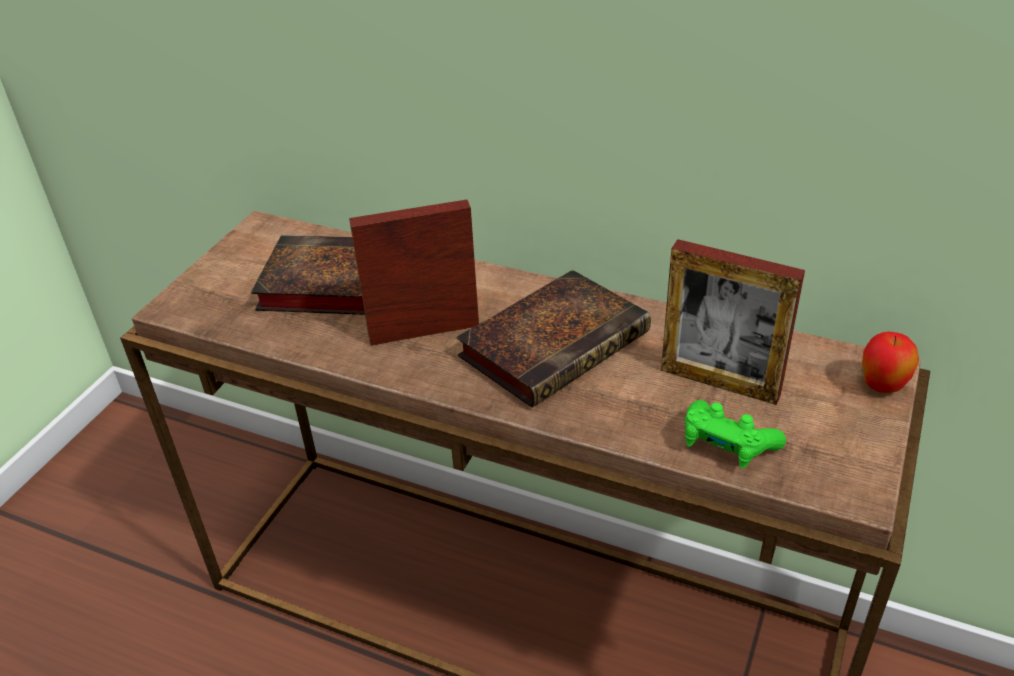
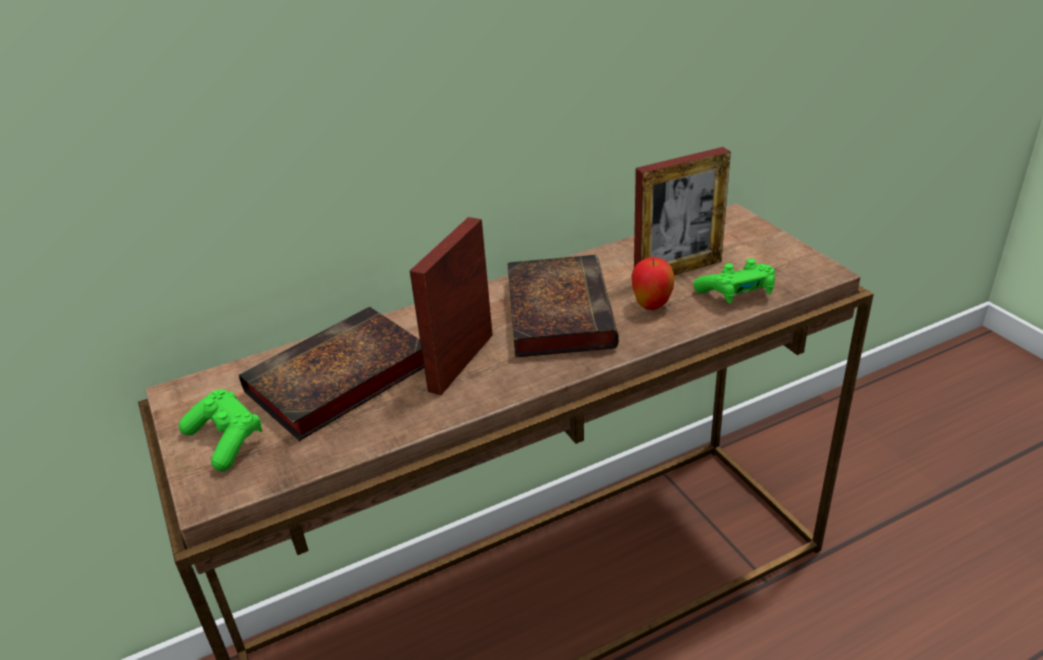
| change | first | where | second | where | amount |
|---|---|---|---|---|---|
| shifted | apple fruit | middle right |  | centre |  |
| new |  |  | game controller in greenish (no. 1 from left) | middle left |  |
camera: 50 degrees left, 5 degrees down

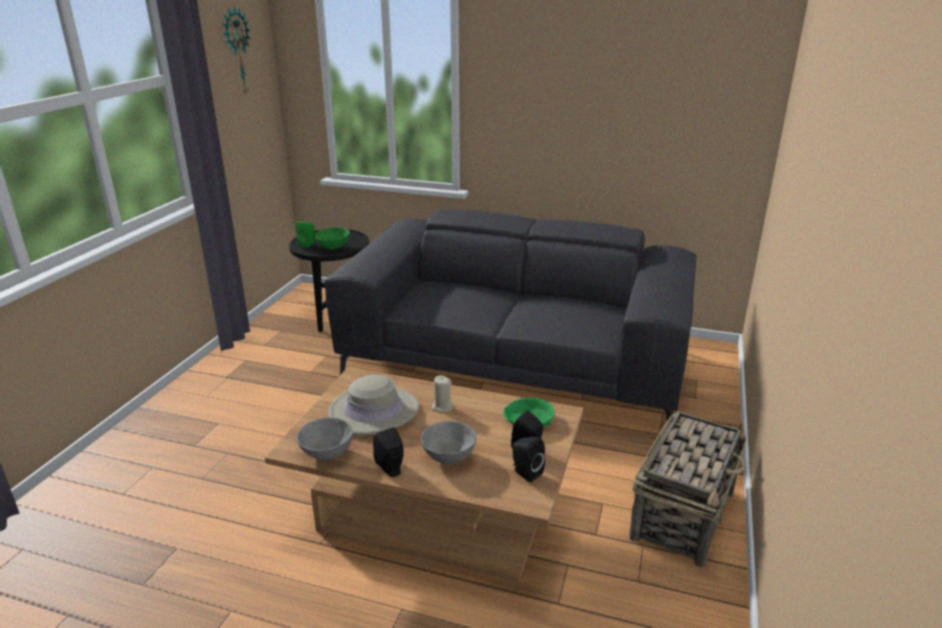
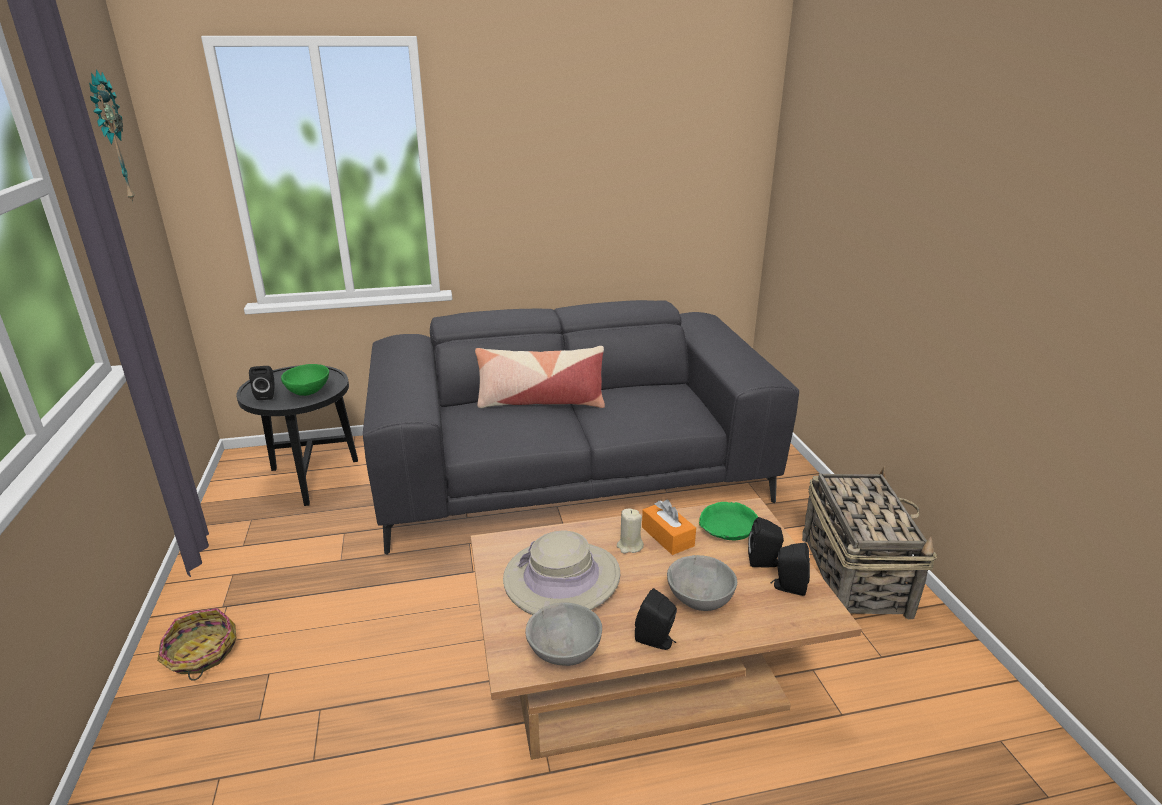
| change | first | where | second | where | amount |
|---|---|---|---|---|---|
| repainted | speaker in greenish | middle left | speaker in black-coloured (no. 1 from left) | middle left |  |
| new |  |  | cushion | centre |  |
| new |  |  | tissue holder in orangey | centre |  |
| new |  |  | basket (no. 1 from left) | bottom left |  |
camera: 30 degrees left, 0 degrees up

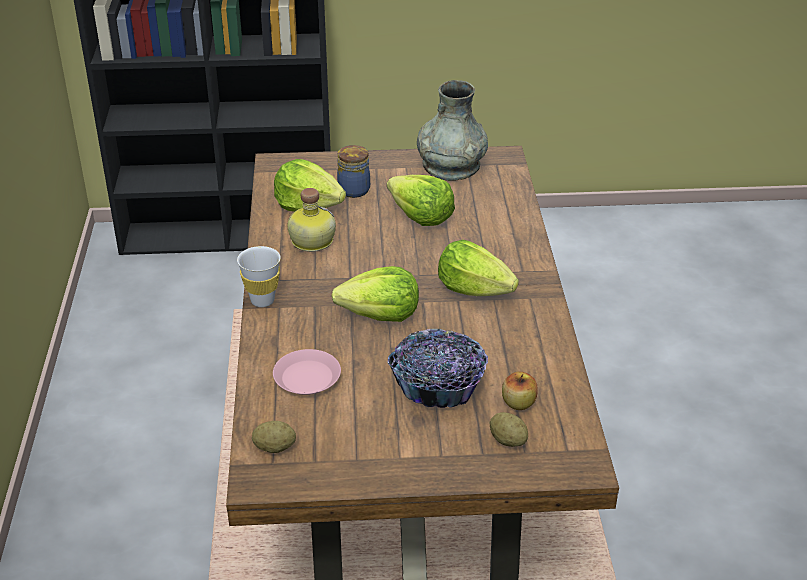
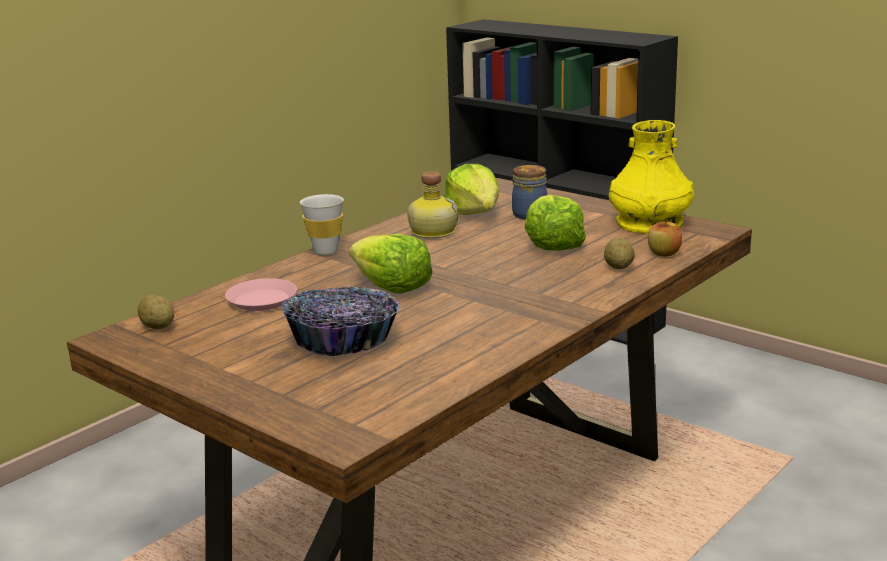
| change | first | where | second | where | amount |
|---|---|---|---|---|---|
| repainted | decorative vase in greyish | top centre | decorative vase in yellow | top right |  |
| gone | head of lettuce (no. 4 from left) | centre |  |  |  |
| shifted | apple fruit | bottom centre |  | middle right |  |
| shifted | whole potato (no. 2 from left) | bottom centre |  | middle right |  |
camera: 45 degrees right, 15 degrees down

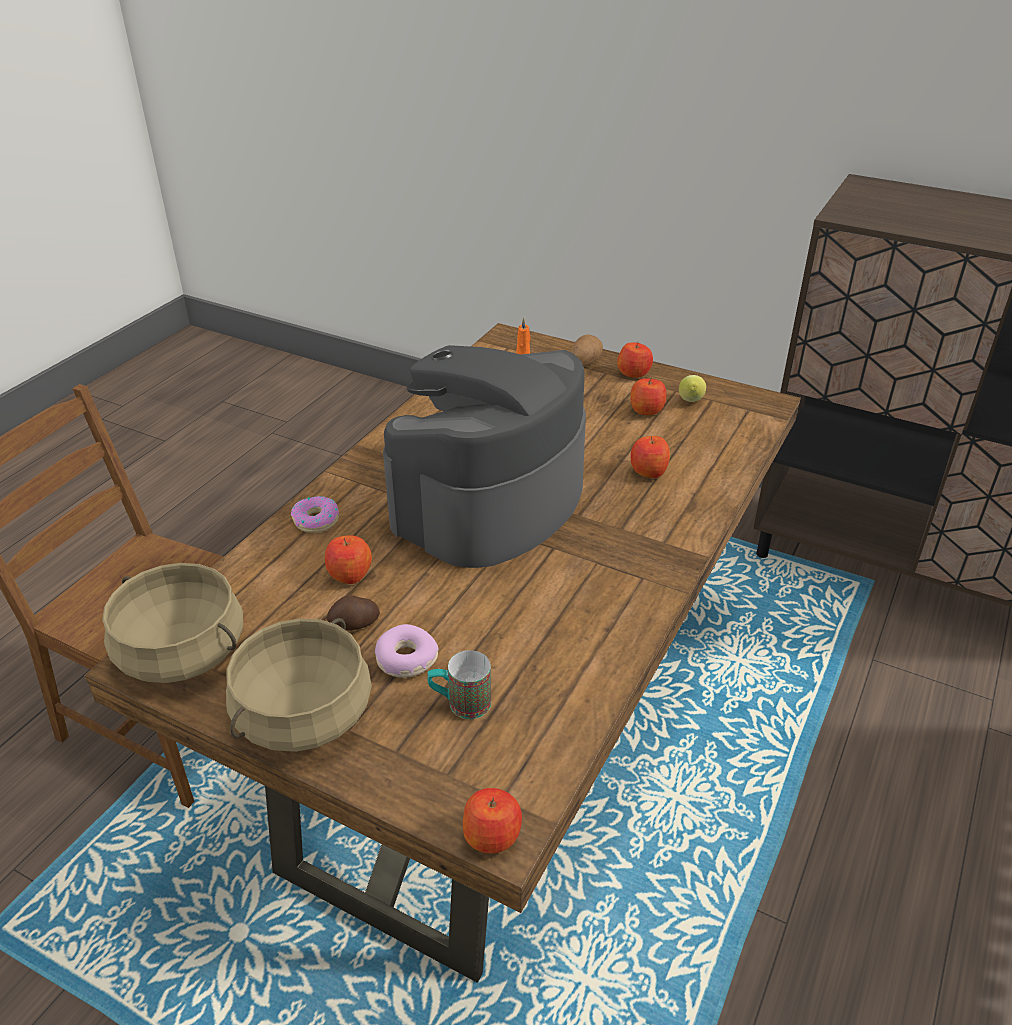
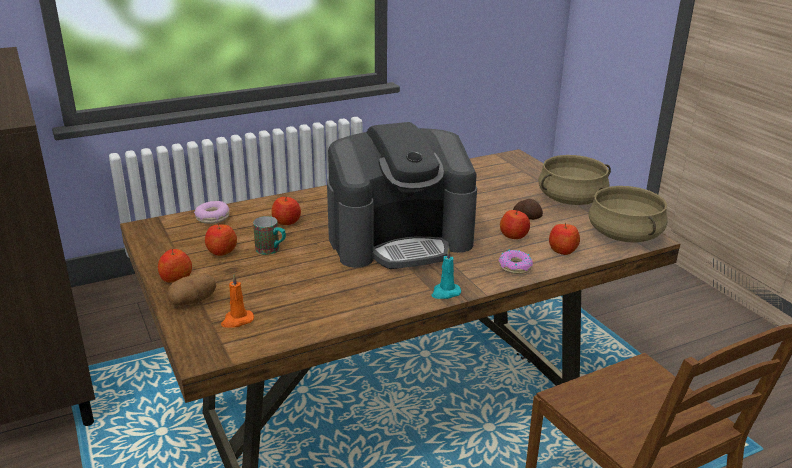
| change | first | where | second | where | amount |
|---|---|---|---|---|---|
| gone | lemon | middle right |  |  |  |
| shifted | donut (no. 2 from left in the first image) | centre | donut (no. 1 from left) | middle left |  |
| shifted | coffee mug | bottom centre |  | centre |  |
| shifted | apple fruit (no. 2 from left in the first image) | bottom centre | apple fruit (no. 5 from left) | middle right |  |
| new |  |  | wax light in turquoise-coloured | centre |  |
camera: 145 degrees left, 10 degrees down

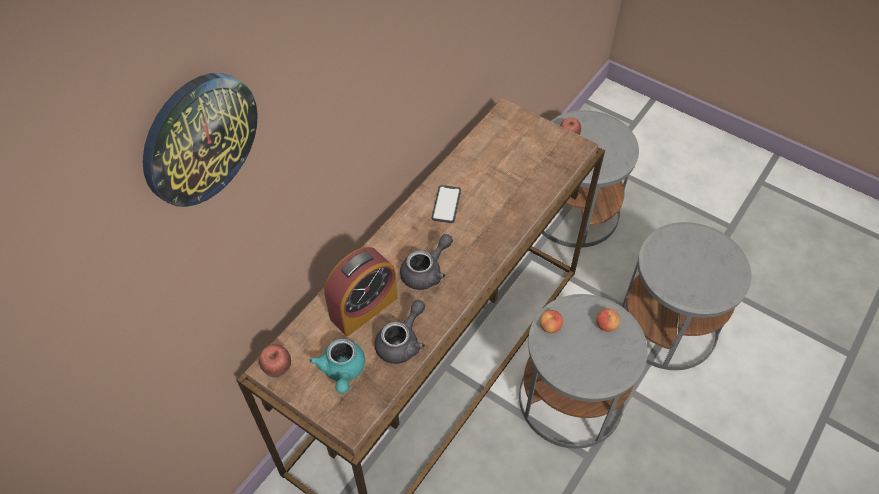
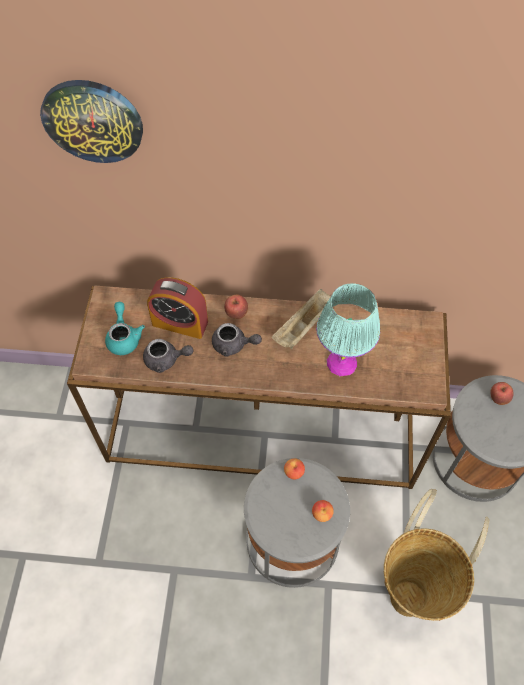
| change | first | where | second | where | amount |
|---|---|---|---|---|---|
| swapped | telephone | centre | carrying tray in beige | centre |  |
| swapped | accent table in greyish (no. 3 from left) | middle right | basket | bottom right |  |
| rotated | tea pot in turquoise-coloured | bottom centre |  | middle left | 120 degrees clockwise |
| shifted | apple fruit (no. 1 from left) | bottom left |  | centre |  |
| new |  |  | tabletop lamp in turquoise-coloured | centre |  |
camera: 60 degrees right, 5 degrees up

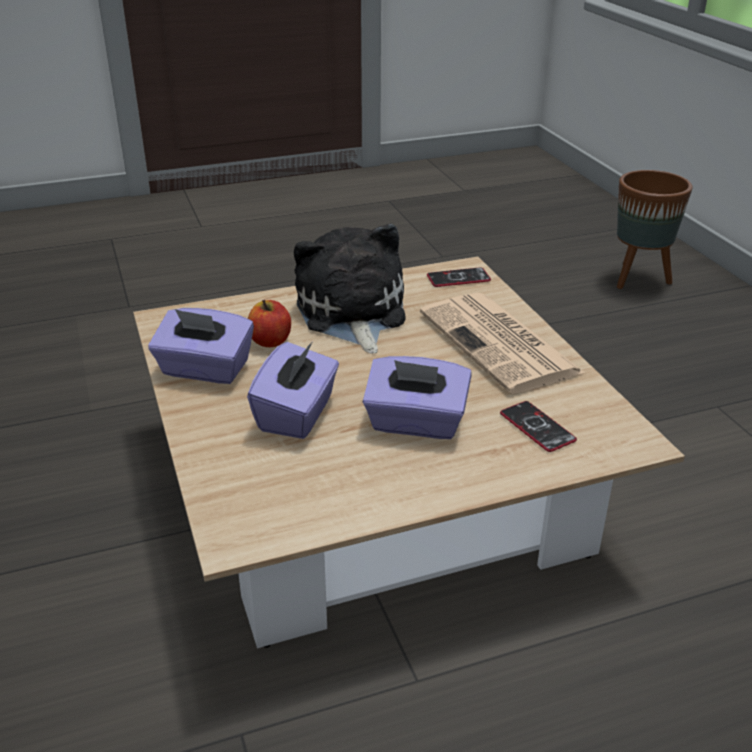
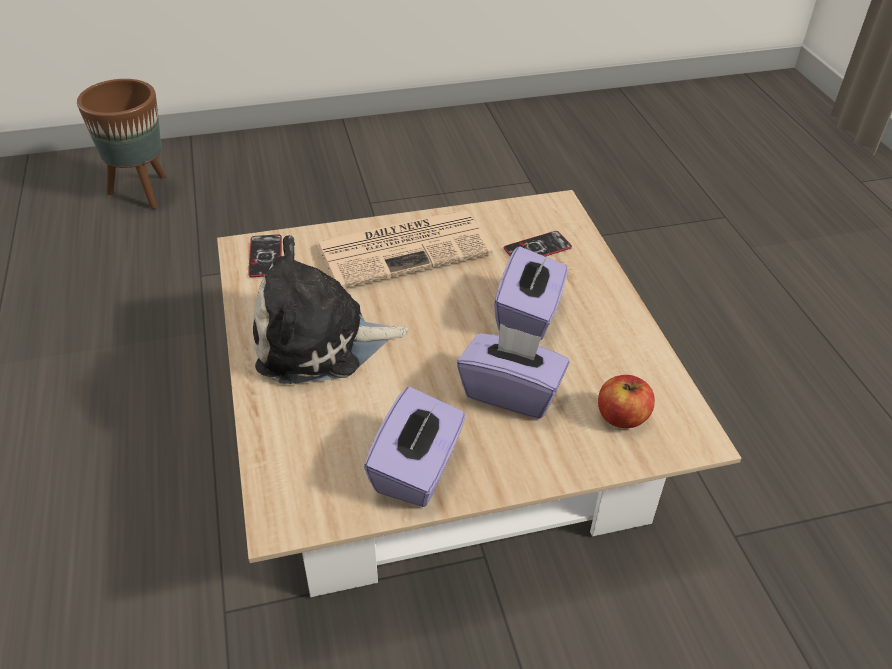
| change | first | where | second | where | amount |
|---|---|---|---|---|---|
| shifted | apple fruit | centre |  | middle right |  |
camera: 85 degrees left, 10 degrees up

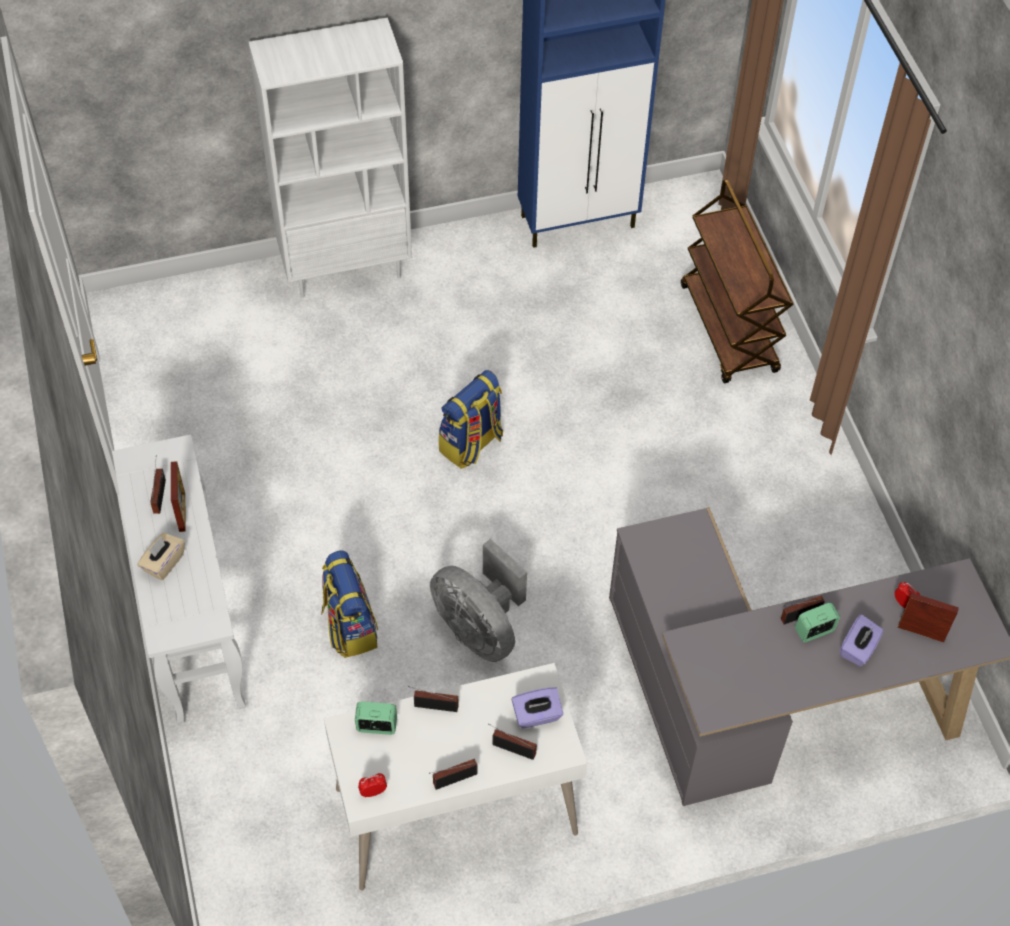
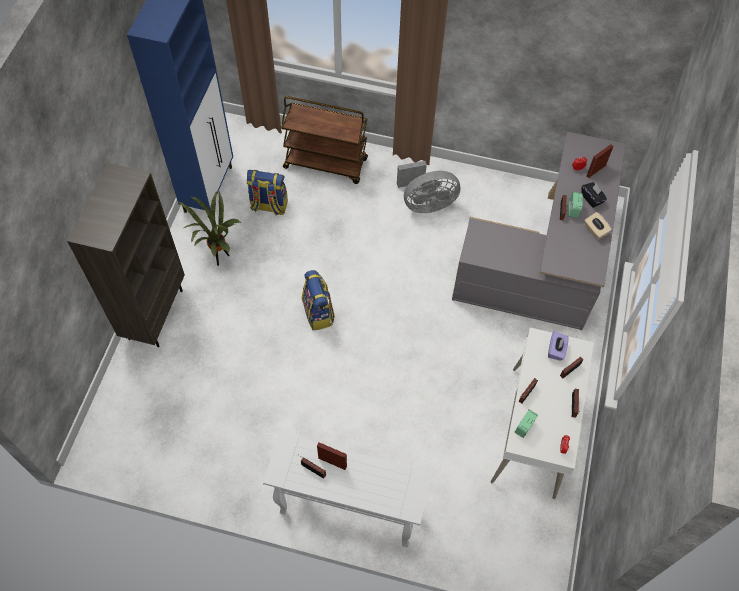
| change | first | where | second | where | amount |
|---|---|---|---|---|---|
| repainted | bookcase in white | top left | bookcase in brownish | middle left |  |
| shifted | tissue holder in beige | middle left |  | middle right |  |
| shifted | fan in greyish | centre |  | top centre |  |
| shifted | backpack (no. 1 from left) | centre |  | top centre |  |
| repainted | tissue holder in purplish (no. 2 from left) | bottom right | tissue holder in black-coloured | top right |  |
| new |  |  | houseplant | middle left |  |
camera: 60 degrees left, 5 degrees up

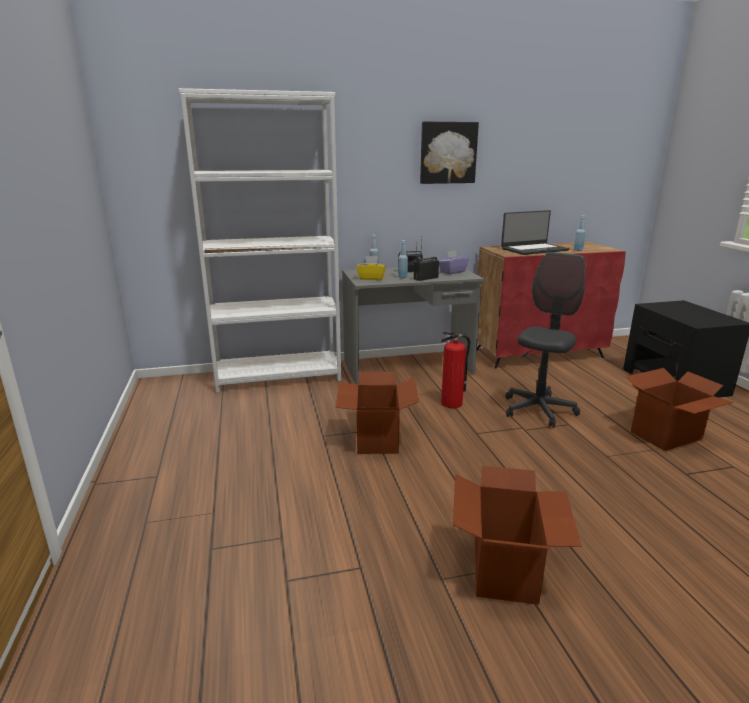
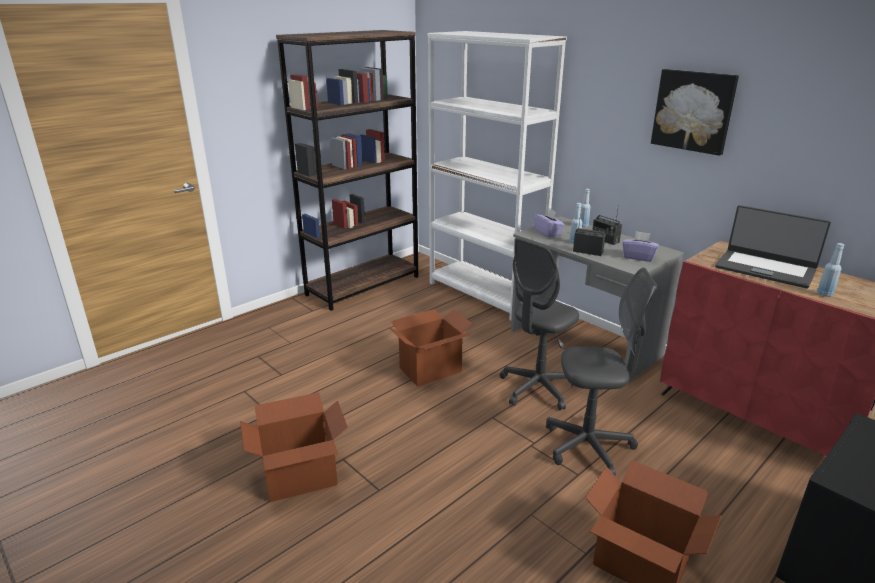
| change | first | where | second | where | amount |
|---|---|---|---|---|---|
| repainted | tissue holder in yellow | centre | tissue holder in purplish (no. 1 from left) | centre |  |
| swapped | fire extinguisher | centre | desk chair in greyish (no. 1 from left) | centre |  |
| new |  |  | bookcase in brownish | top centre |  |
camera: 60 degrees right, 5 degrees up

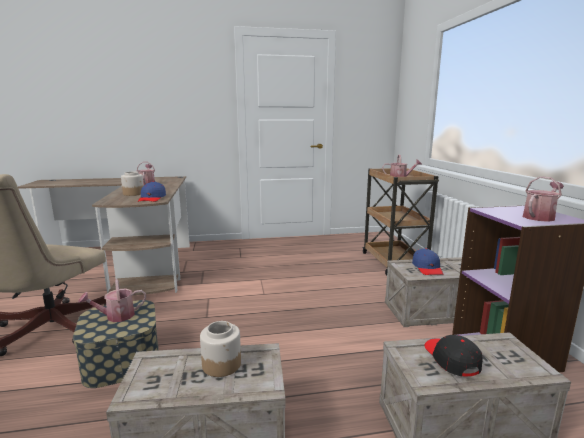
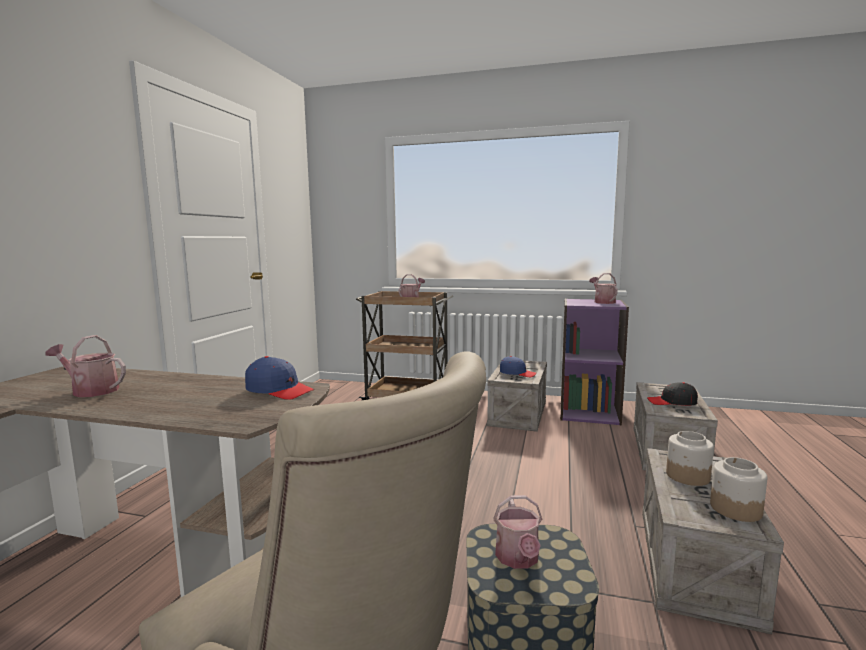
| change | first | where | second | where | amount |
|---|---|---|---|---|---|
| shifted | jar (no. 1 from left in the first image) | middle left | jar (no. 2 from left) | bottom right |  |
camera: 65 degrees left, 5 degrees down

